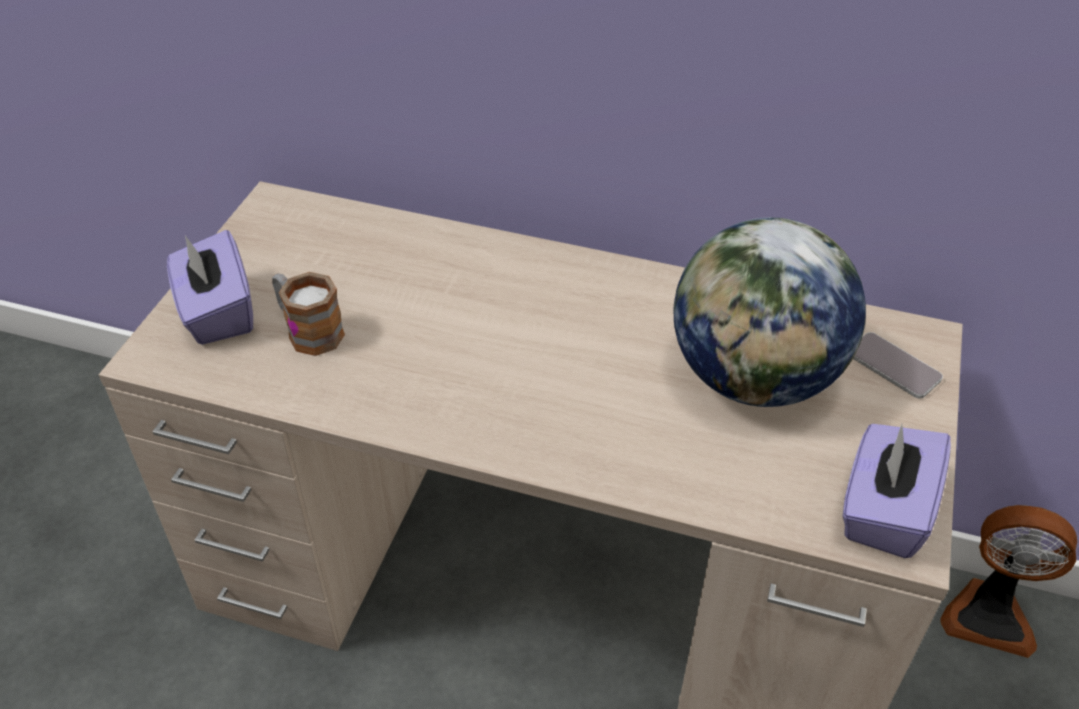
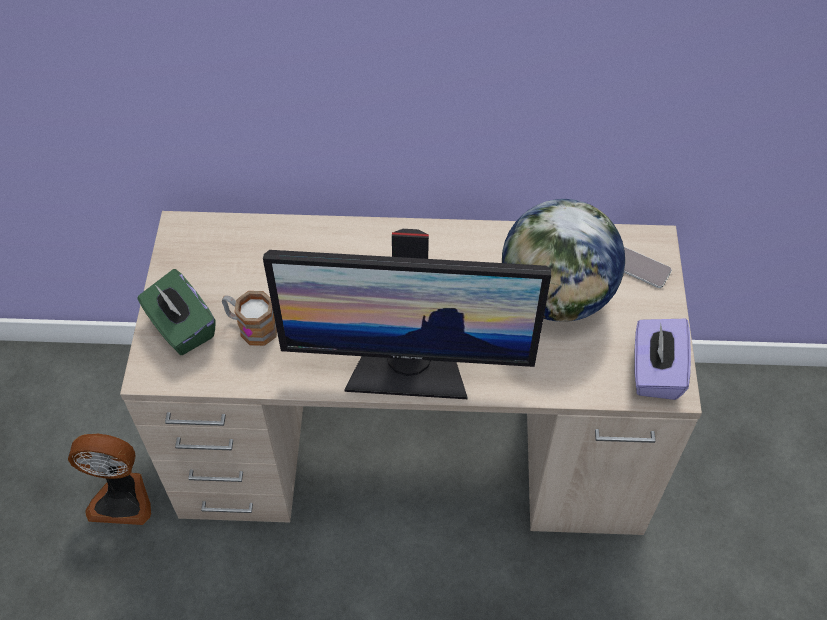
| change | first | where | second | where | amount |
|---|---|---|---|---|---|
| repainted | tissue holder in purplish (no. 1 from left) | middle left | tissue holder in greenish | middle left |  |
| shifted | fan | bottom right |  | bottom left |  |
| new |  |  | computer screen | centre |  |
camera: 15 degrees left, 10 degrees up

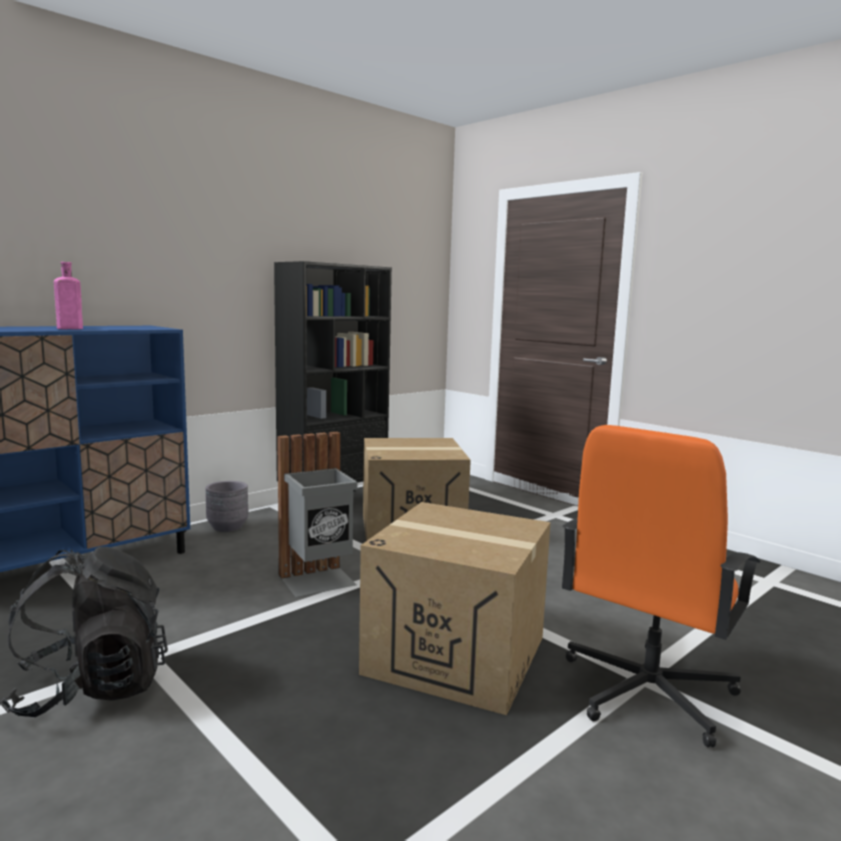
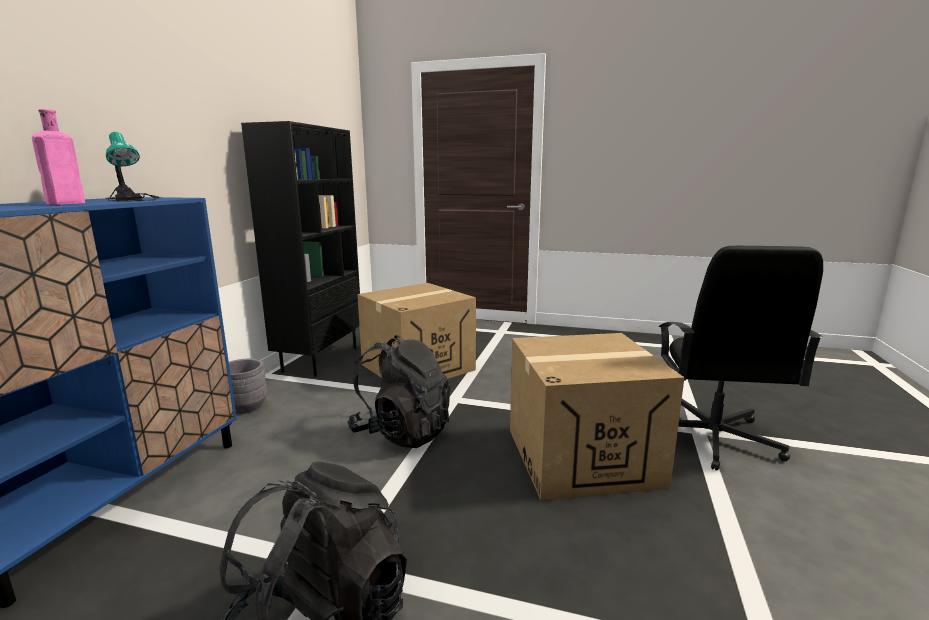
| change | first | where | second | where | amount |
|---|---|---|---|---|---|
| repainted | desk chair in orangey | bottom right | desk chair in black-coloured | middle right |  |
| swapped | trash can in greyish | centre | backpack in black-coloured (no. 2 from left) | centre |  |
| new |  |  | tabletop lamp | top left |  |
camera: 30 degrees left, 5 degrees up

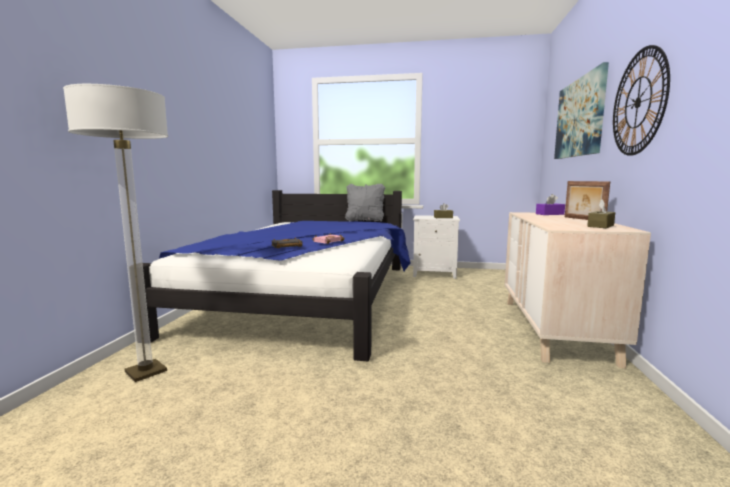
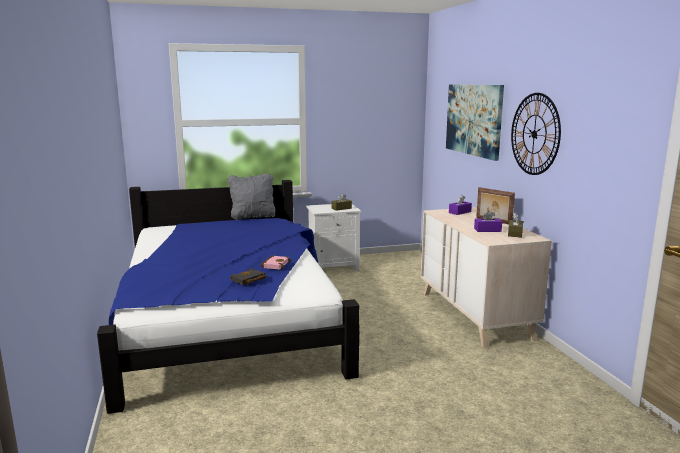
| change | first | where | second | where | amount |
|---|---|---|---|---|---|
| gone | standard lamp | middle left |  |  |  |
| new |  |  | tissue holder in purplish (no. 2 from left) | middle right |  |
camera: 25 degrees left, 5 degrees up

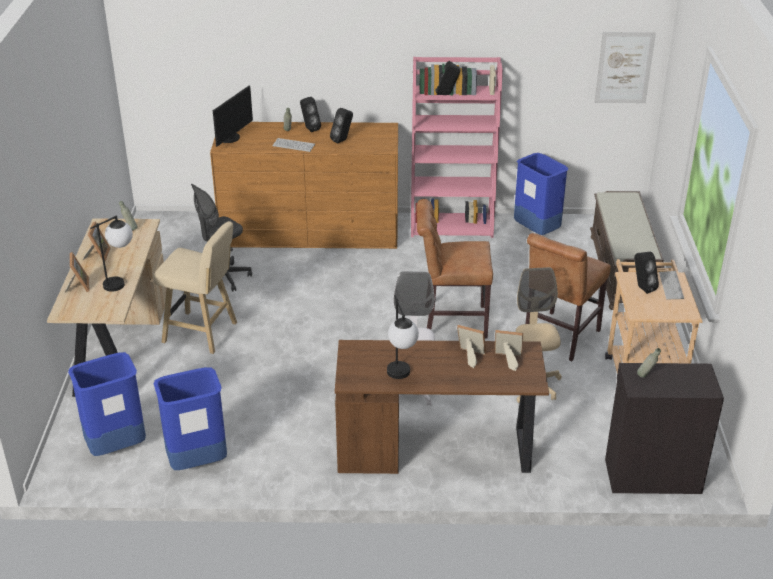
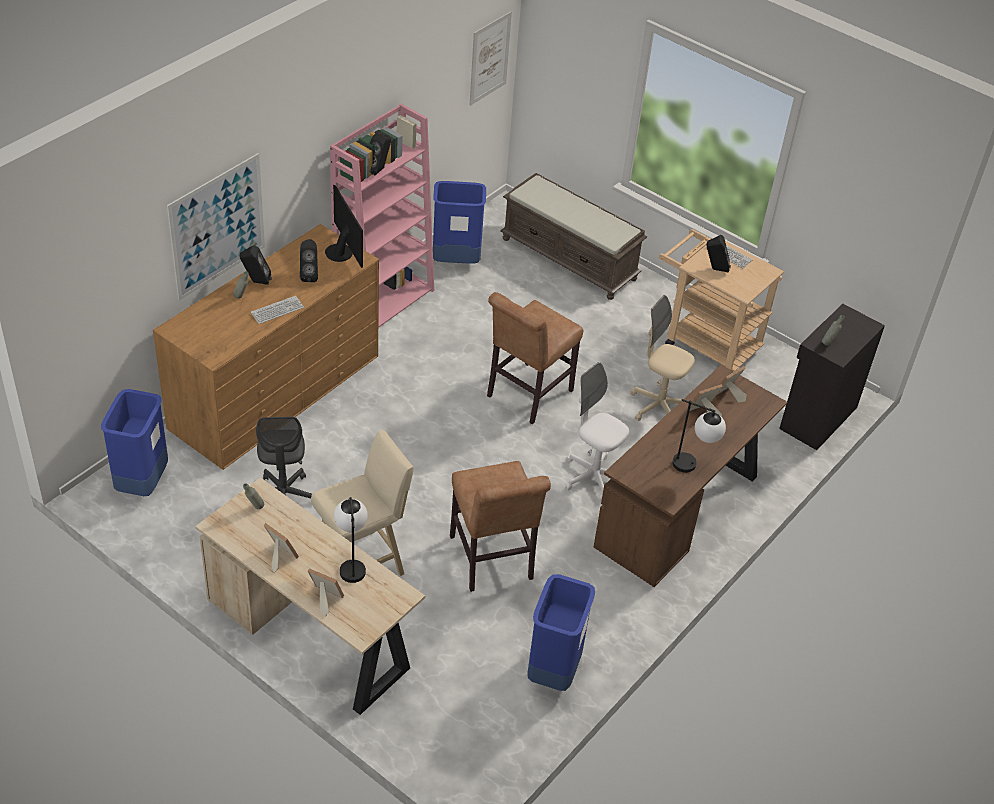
| change | first | where | second | where | amount |
|---|---|---|---|---|---|
| shifted | computer screen | top left |  | top centre |  |
| shifted | plain chair in brownish (no. 2 from left in the first image) | middle right | plain chair in brownish (no. 1 from left) | centre |  |
| shifted | trash can in bluish (no. 1 from left) | bottom left |  | middle left |  |
| new |  |  | wall art (no. 1 from left) | top left |  |
camera: 55 degrees left, 10 degrees up

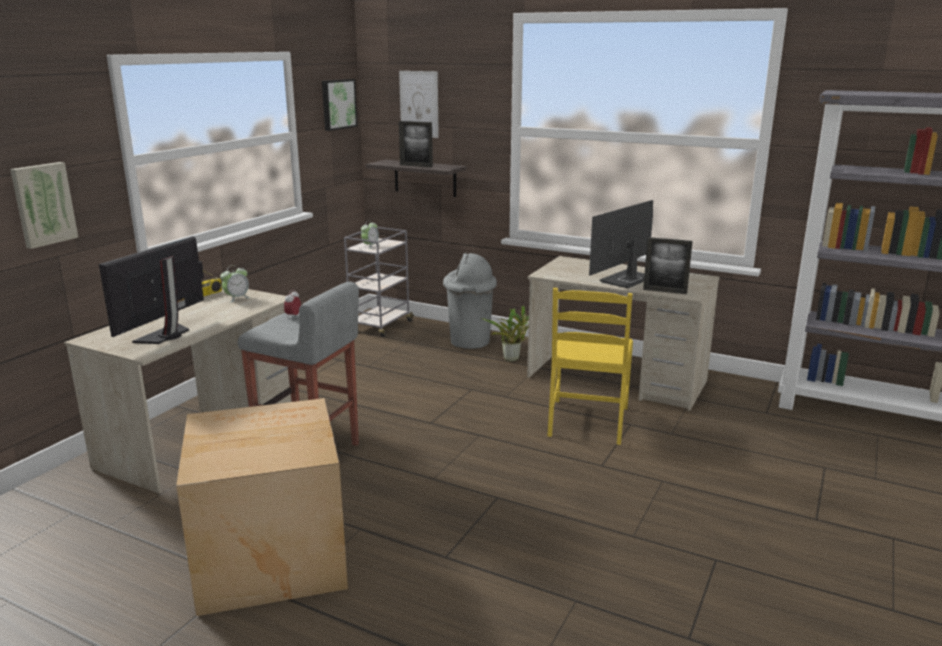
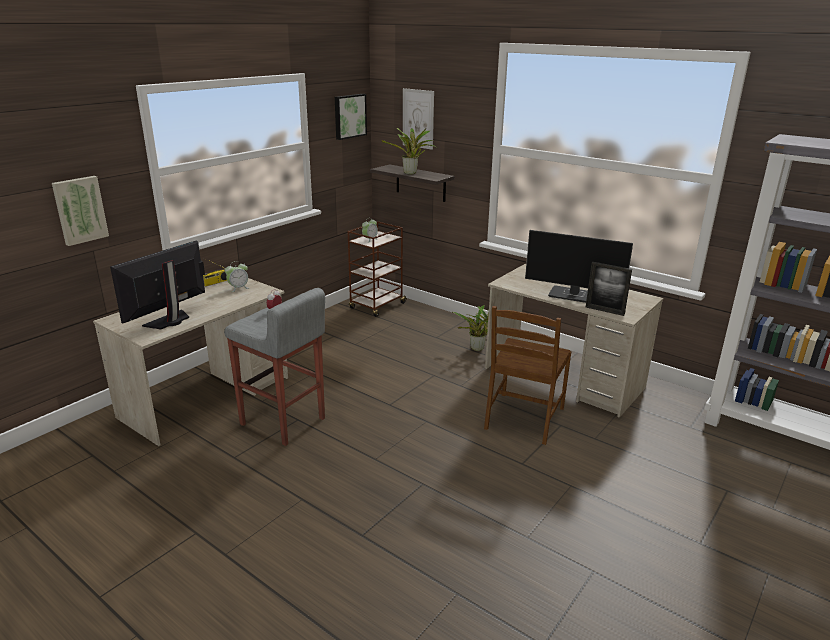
| change | first | where | second | where | amount |
|---|---|---|---|---|---|
| swapped | photo frame (no. 1 from left) | top centre | houseplant (no. 1 from left) | top centre |  |
| rotated | computer screen (no. 2 from left) | centre |  | middle right | 120 degrees counterclockwise |
| repainted | wheeled cart in greyish | centre | wheeled cart in brownish | centre |  |
| gone | trash can in greyish | centre |  |  |  |
| repainted | plain chair in yellow | centre | plain chair in brownish | centre |  |
| gone | carton | bottom left |  |  |  |
camera: 10 degrees right, 5 degrees up

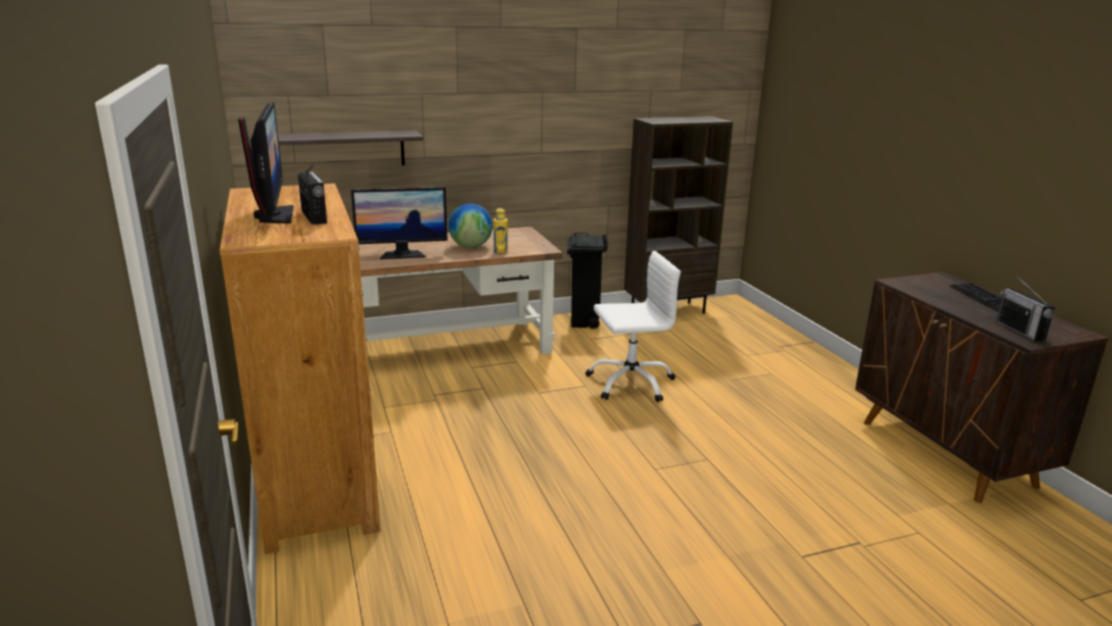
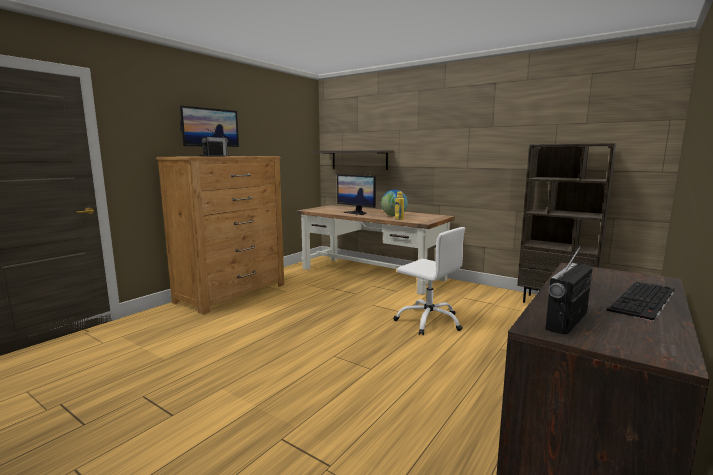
| change | first | where | second | where | amount |
|---|---|---|---|---|---|
| gone | trash can in black-coloured | centre |  |  |  |
camera: 55 degrees right, 10 degrees down

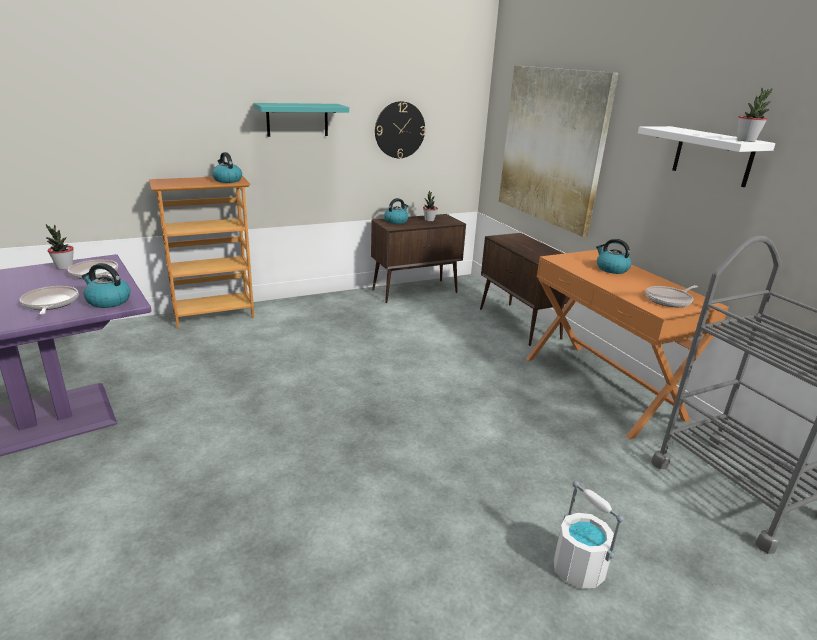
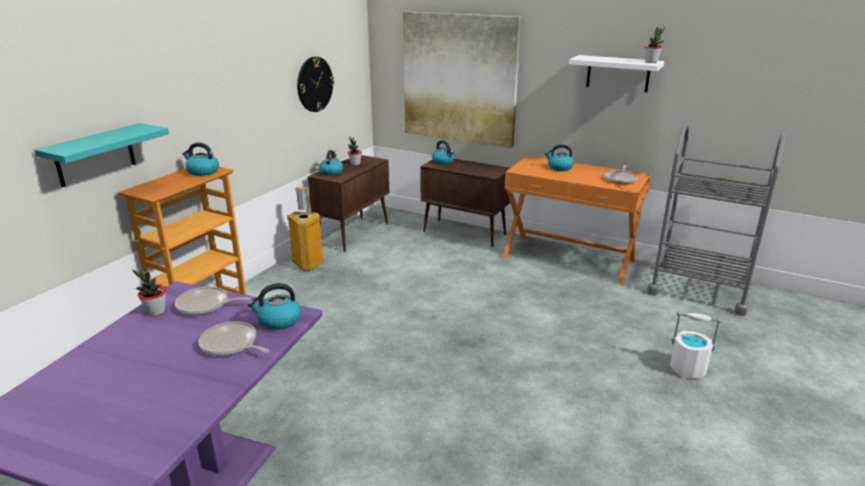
| change | first | where | second | where | amount |
|---|---|---|---|---|---|
| shifted | shelf in turquoise-coloured | top centre |  | top left |  |
| new |  |  | kettle (no. 4 from left) | top centre |  |
| new |  |  | trash can | centre |  |
camera: 35 degrees left, 0 degrees up

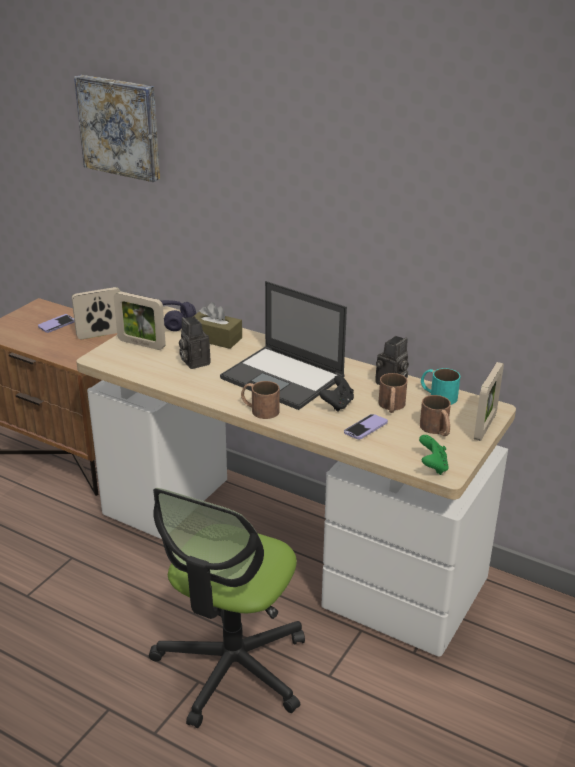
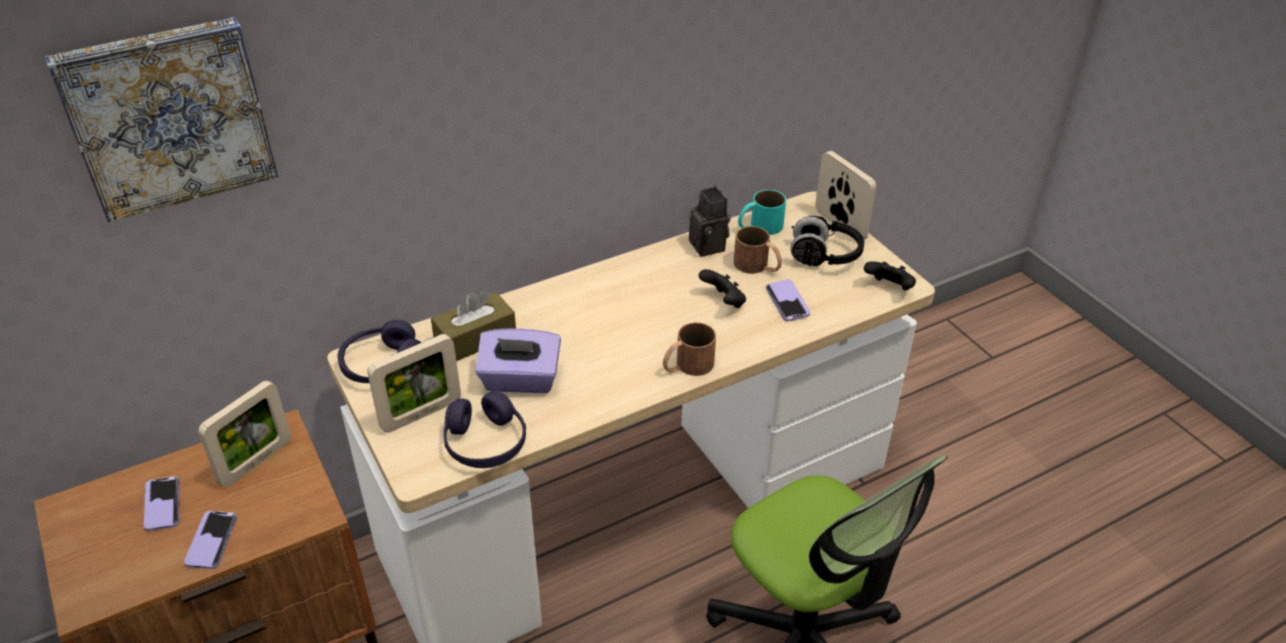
| change | first | where | second | where | amount |
|---|---|---|---|---|---|
| gone | laptop | centre |  |  |  |
| rotated | photo frame (no. 1 from left) | middle left |  | bottom left | 150 degrees counterclockwise |
| swapped | photo camera (no. 1 from left) | centre | tissue holder in purplish | centre |  |
| swapped | coffee mug in brownish (no. 3 from left) | middle right | headphones in black-coloured | centre |  |
| repainted | game controller in greenish | middle right | game controller in black-coloured (no. 2 from left) | middle right |  |
| new |  |  | headphones in purplish (no. 2 from left) | bottom centre |  |
| new |  |  | telephone (no. 2 from left) | bottom left |  |
camera: 60 degrees left, 10 degrees up

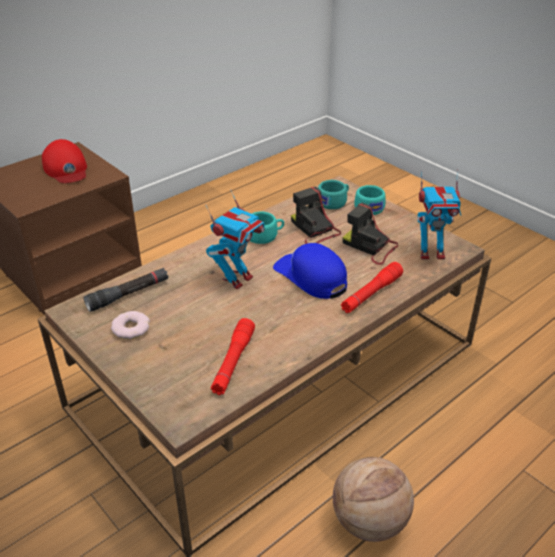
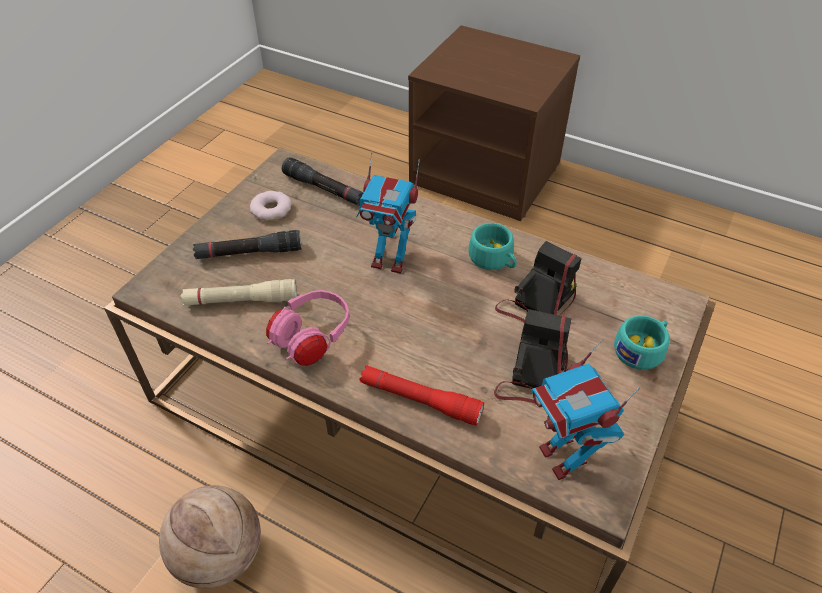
| change | first | where | second | where | amount |
|---|---|---|---|---|---|
| gone | baseball cap in reddish | top left |  |  |  |
| gone | drinking cup in turquoise-coloured (no. 2 from left) | centre |  |  |  |
| gone | baseball cap in bluish | centre |  |  |  |
| repainted | torch in reddish (no. 1 from left) | centre | torch in beige | middle left |  |
| new |  |  | torch in black-coloured (no. 1 from left) | middle left |  |
| new |  |  | headphones in pinkish | centre |  |
camera: 70 degrees right, 10 degrees up

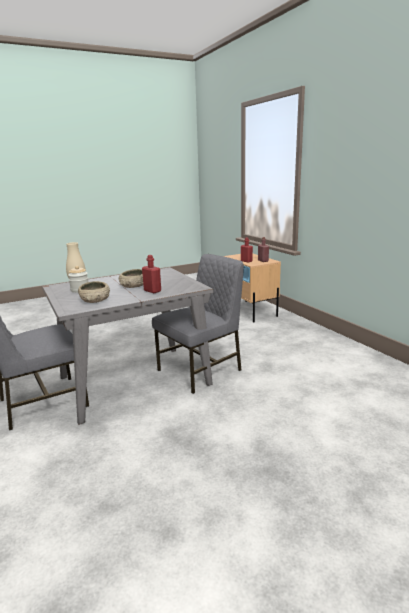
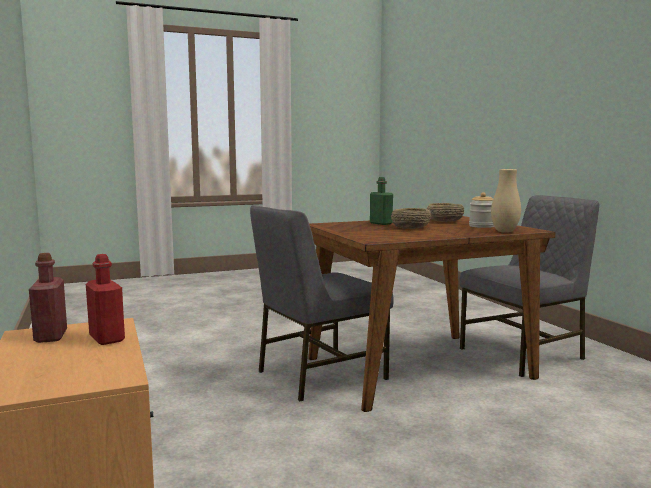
| change | first | where | second | where | amount |
|---|---|---|---|---|---|
| repainted | bottle in reddish (no. 1 from left) | centre | bottle in greenish | centre |  |
| repainted | dining table in greyish | middle left | dining table in brownish | centre |  |
camera: 175 degrees left, 10 degrees down

